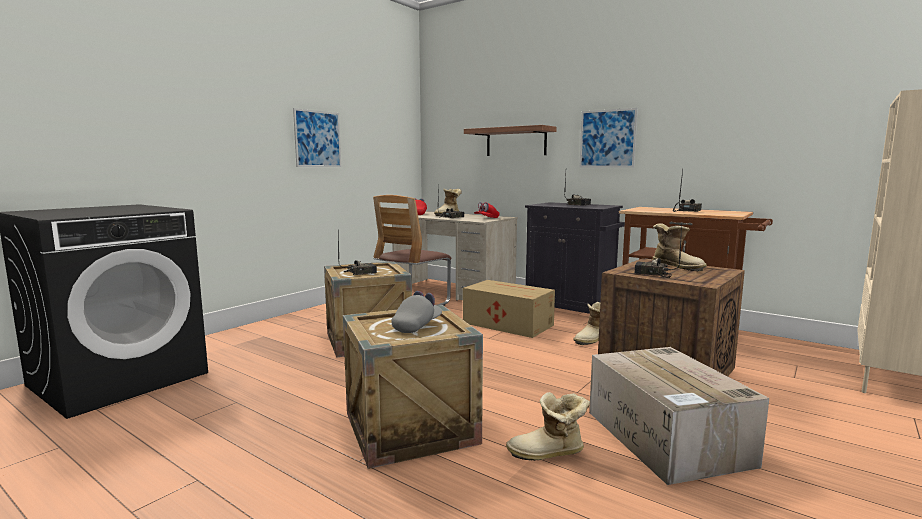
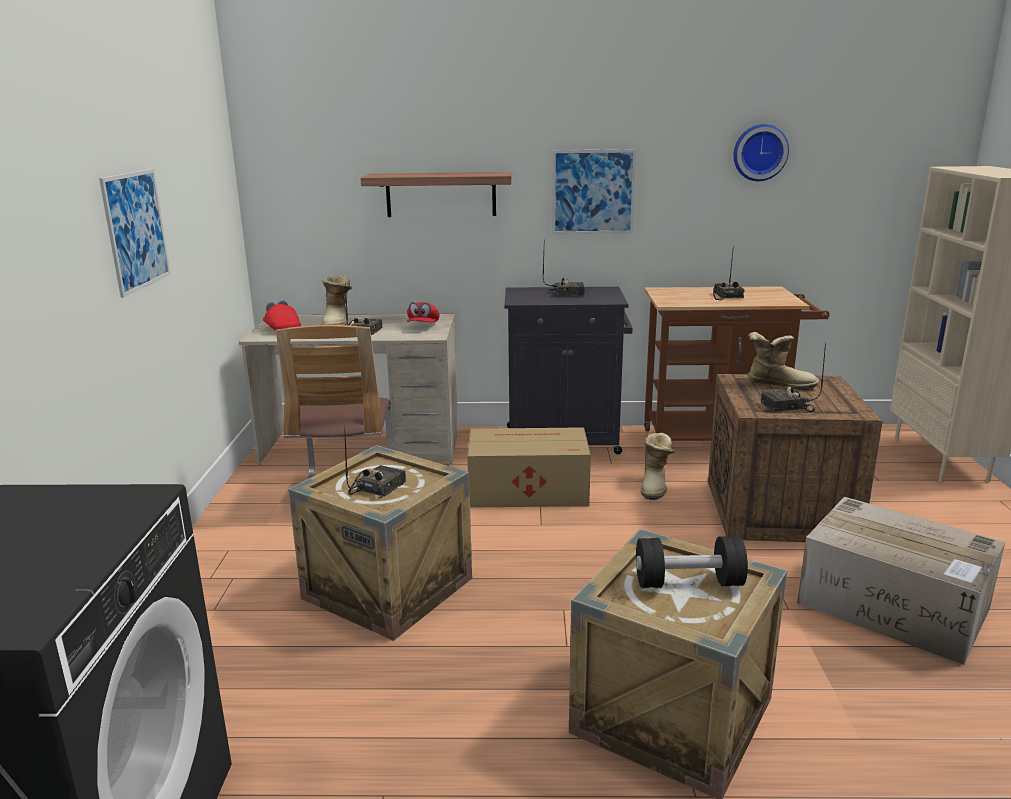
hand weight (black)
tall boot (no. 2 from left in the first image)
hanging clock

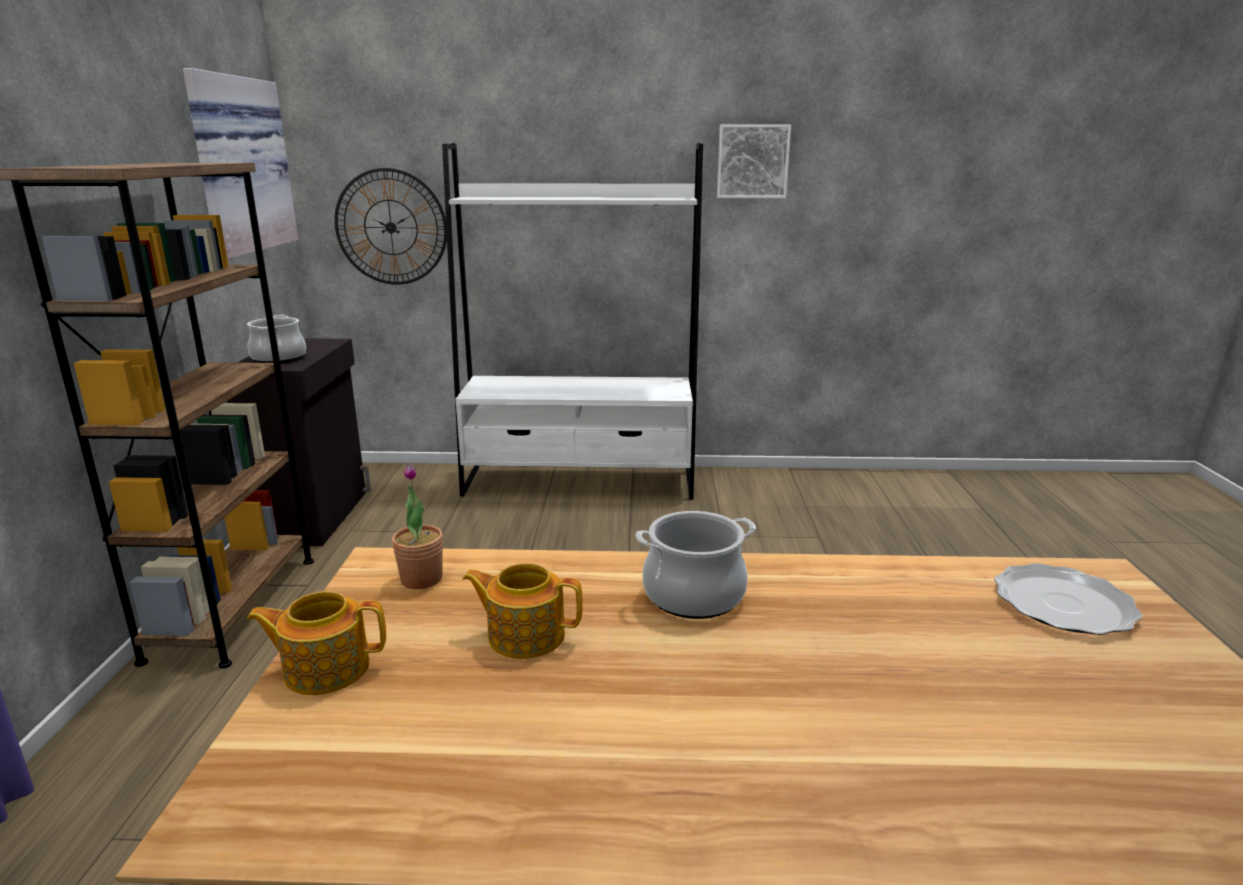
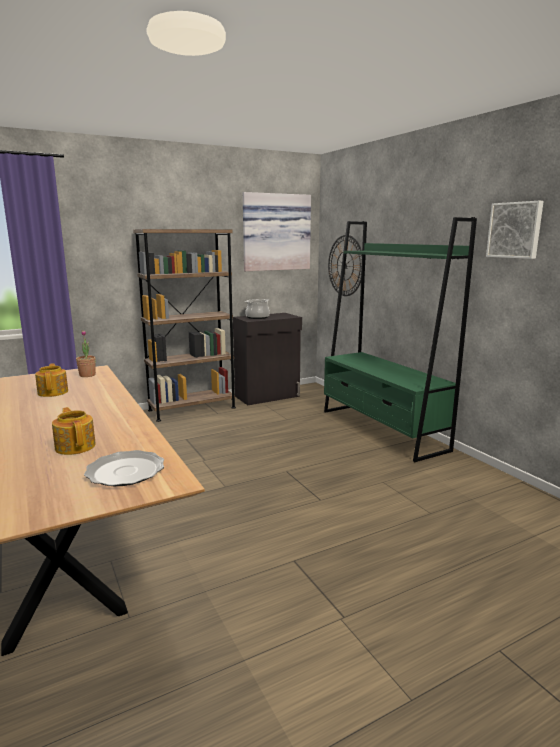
bookcase (greenish)
stockpot (no. 2 from left in the first image)
tea pot (no. 2 from left)

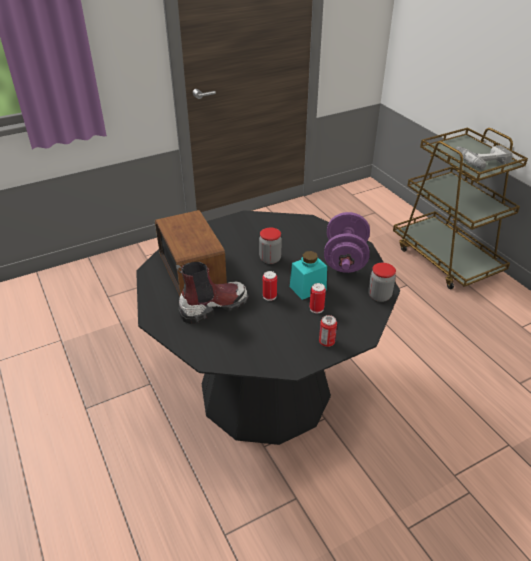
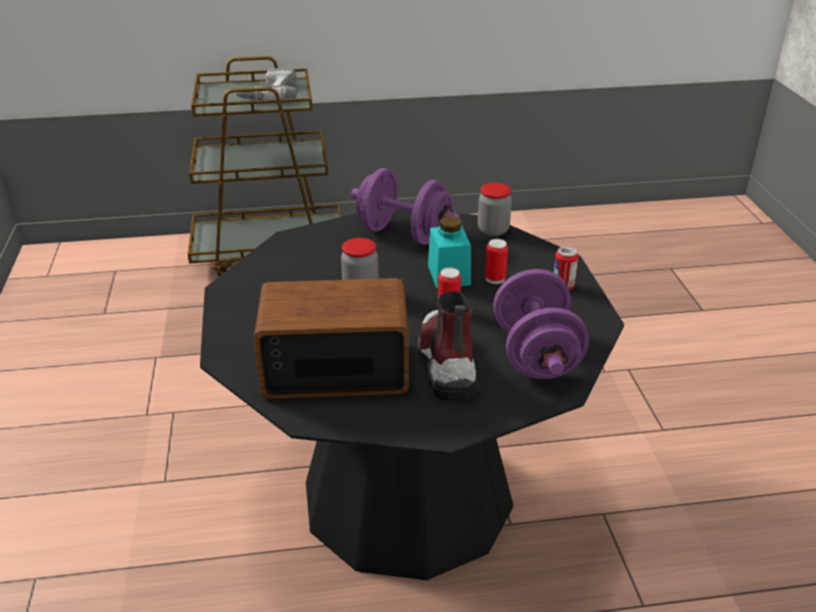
hand weight (purplish) (no. 2 from left)

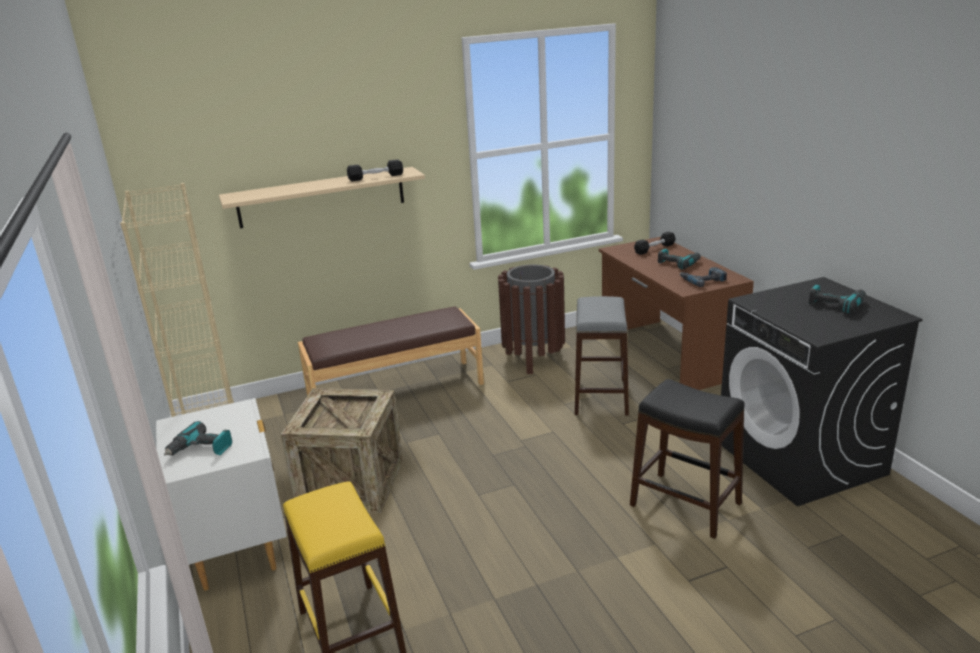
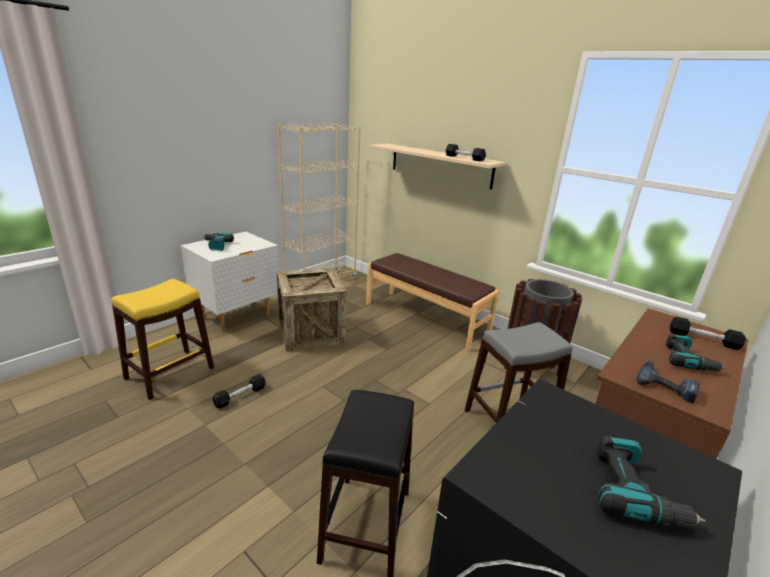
hand weight (black) (no. 1 from left)

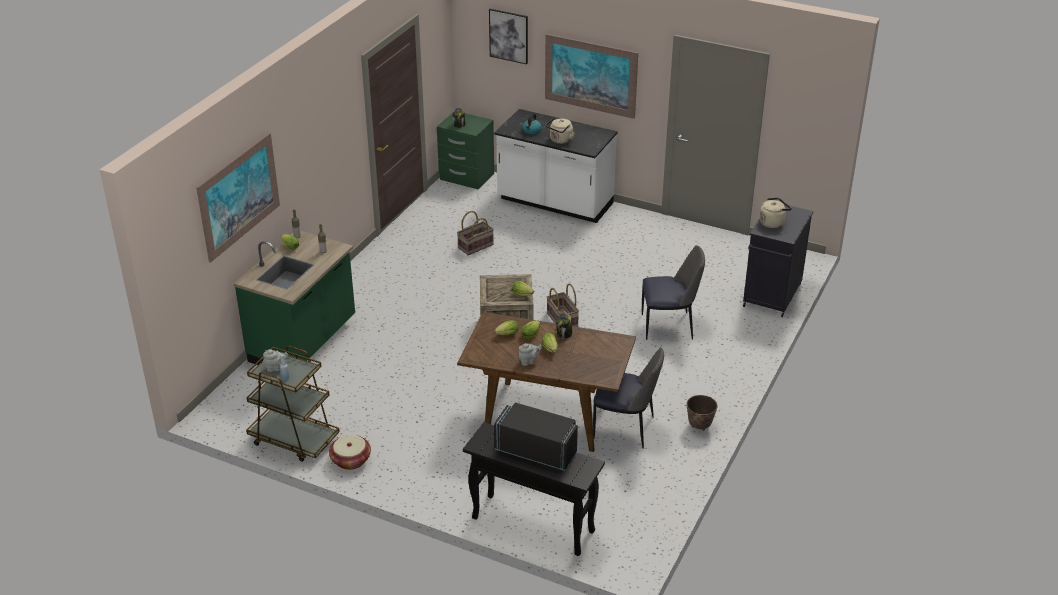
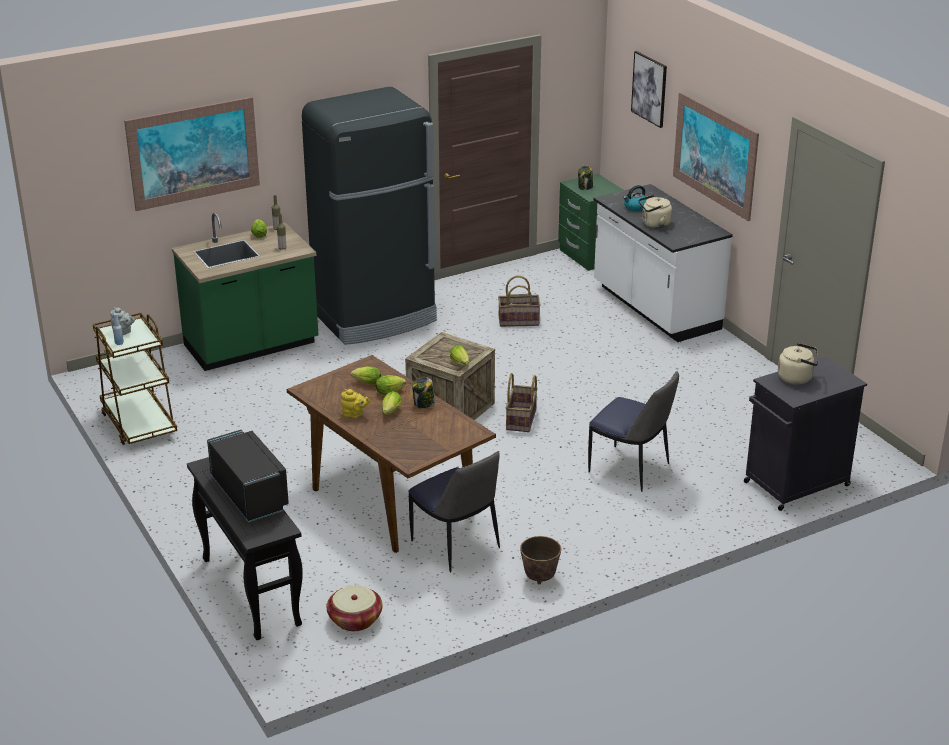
tea pot (yellow-coloured)
household basket (no. 1 from left)
fridge (black)

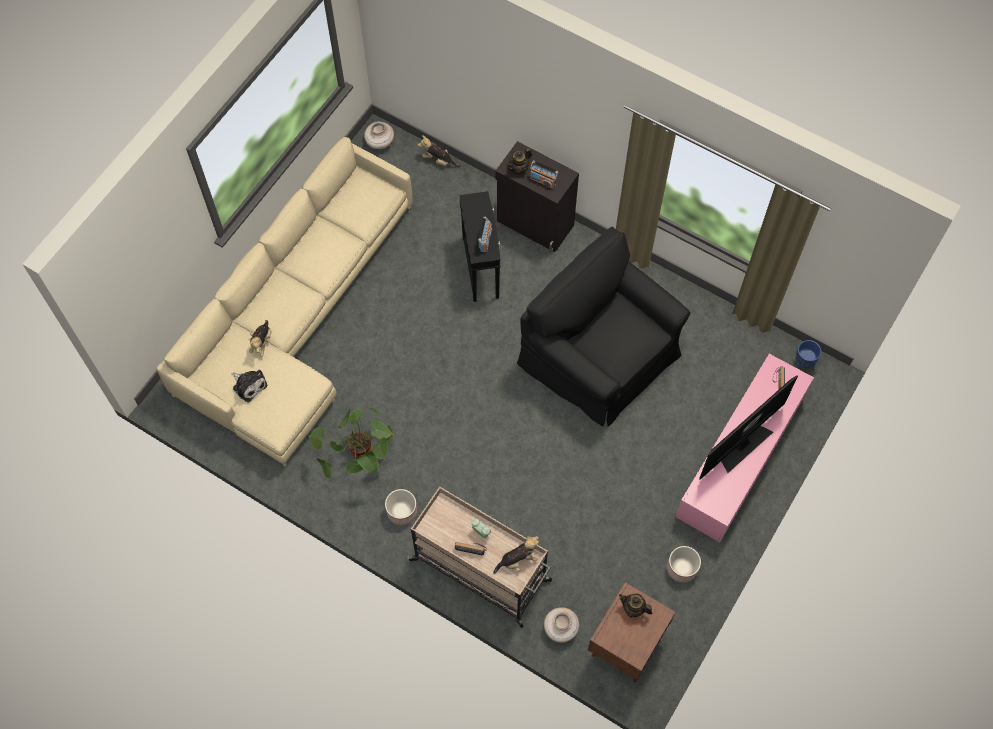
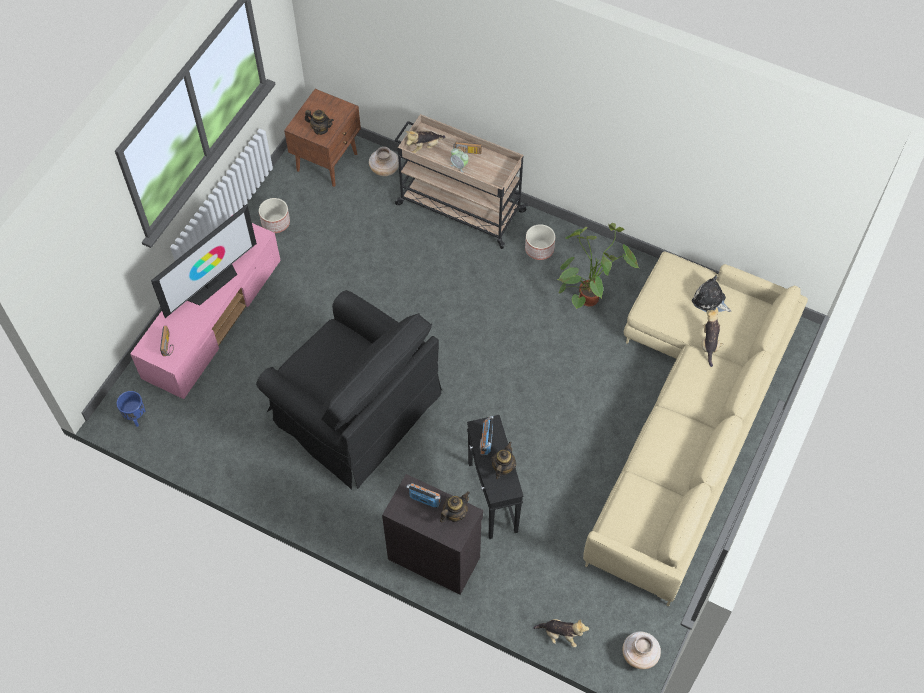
tea pot (no. 3 from left)

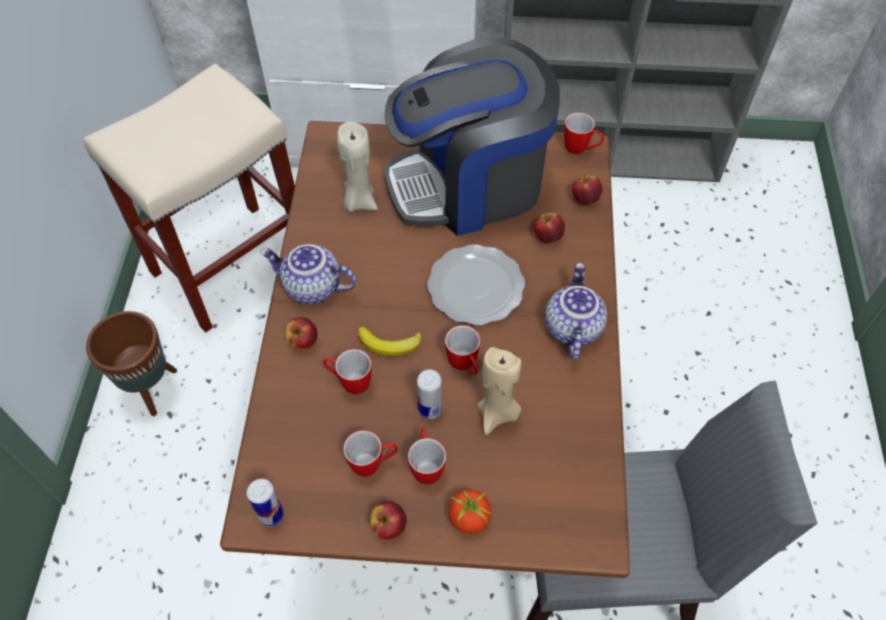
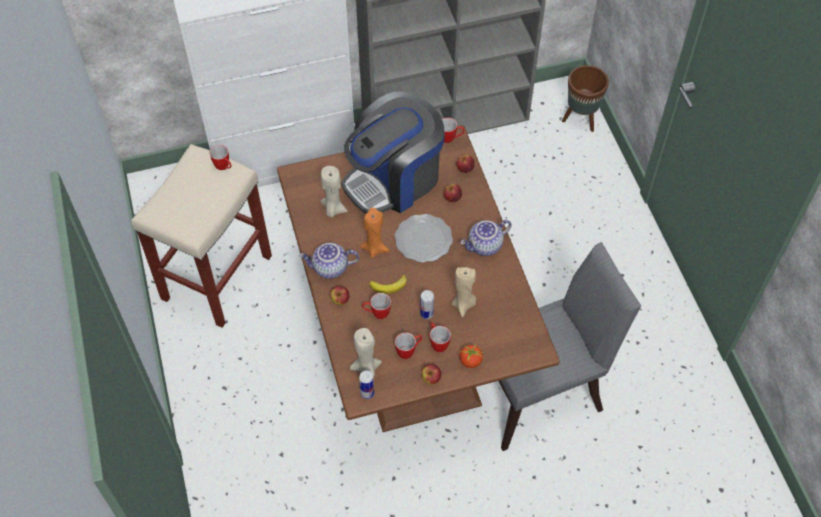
tea pot (no. 2 from left)
plant pot (brown-coloured)
coffee mug (no. 1 from left)
wax light (orangey)
wax light (beige) (no. 2 from left)

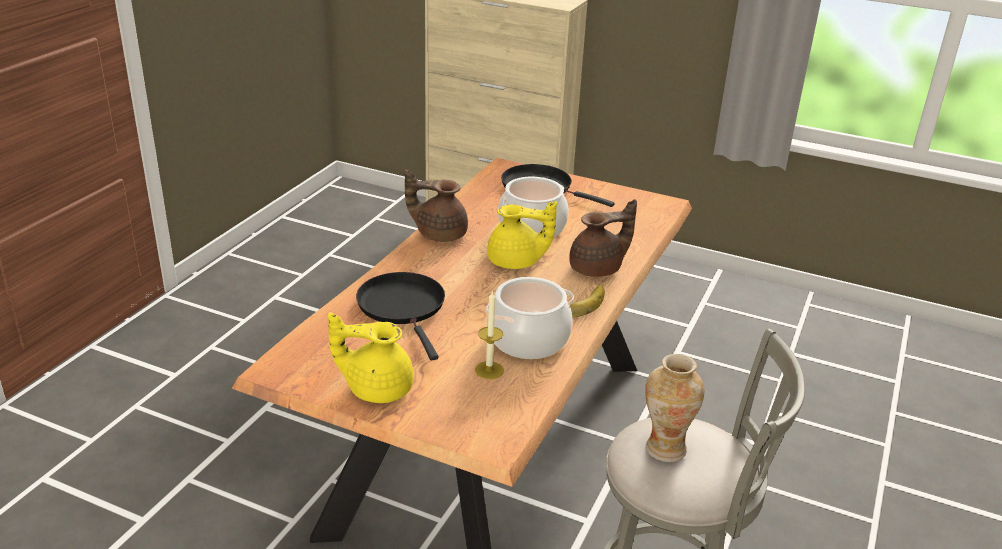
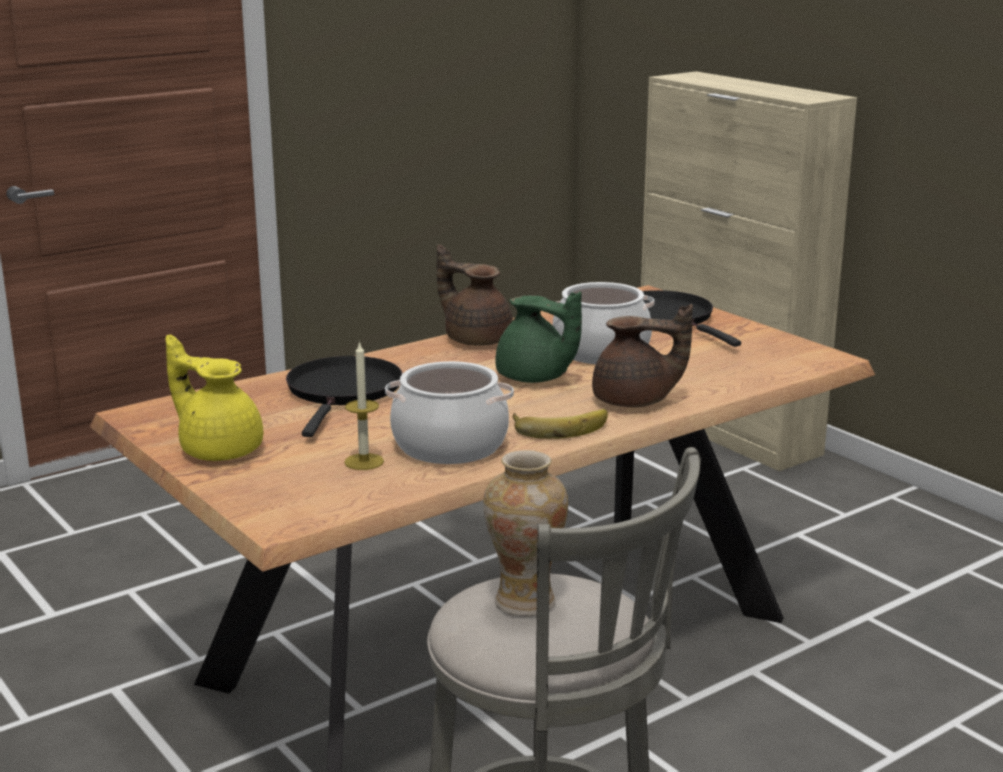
tea pot (greenish)

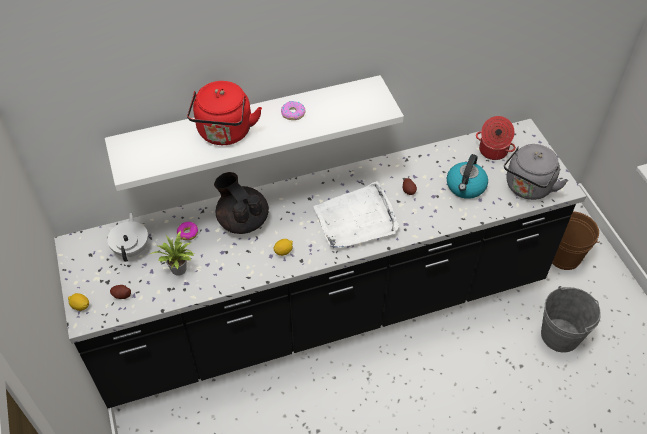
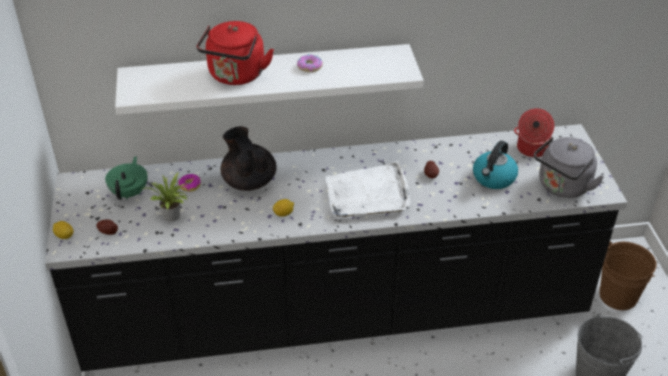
tea pot (greenish)

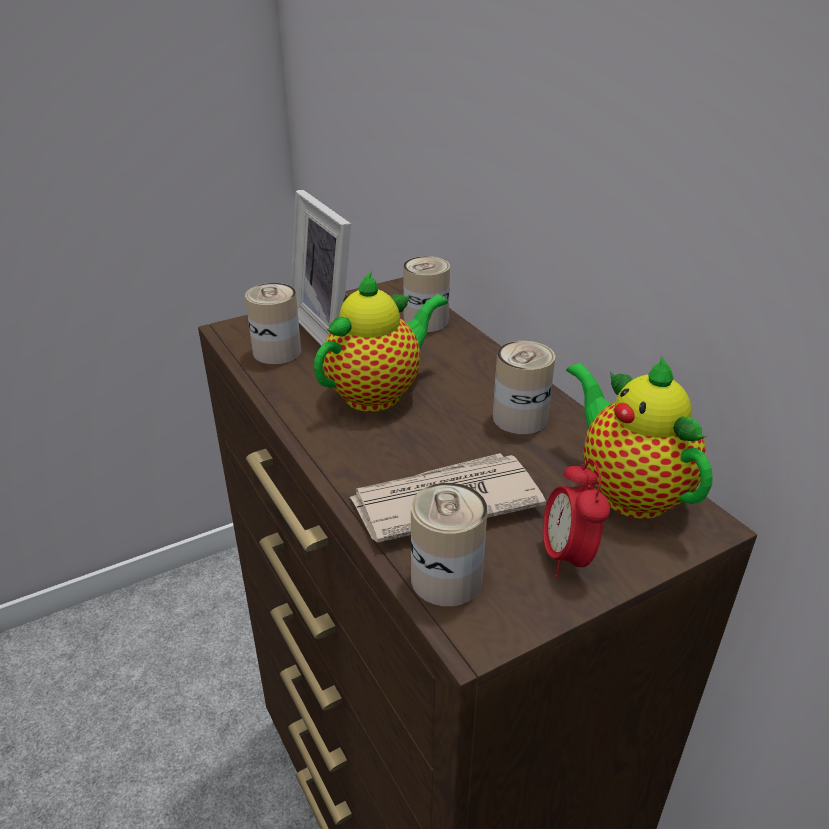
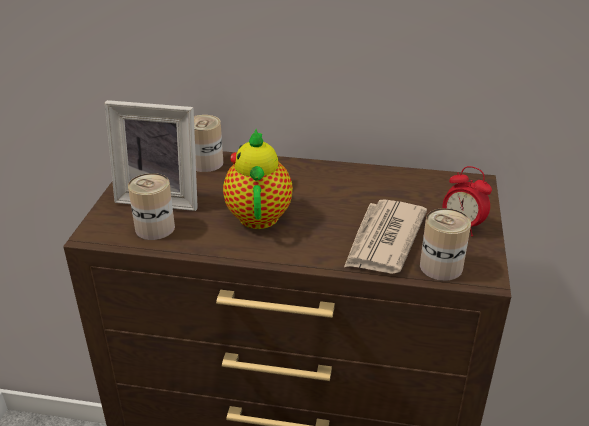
can (no. 4 from left in the first image)
tea pot (no. 2 from left in the first image)

